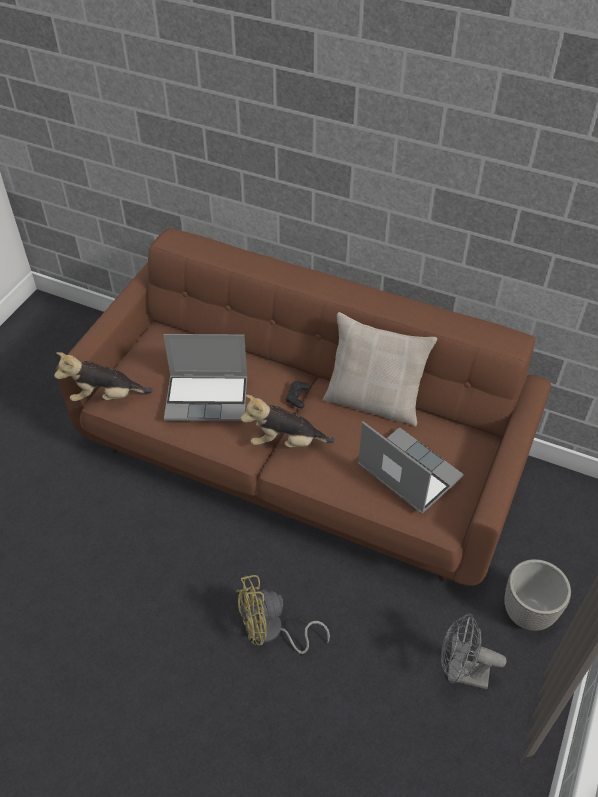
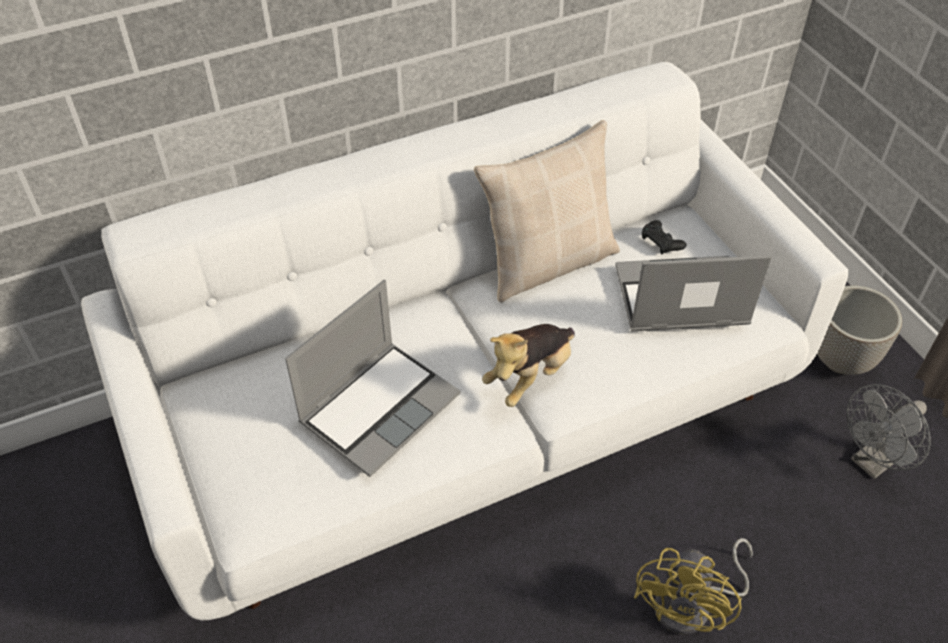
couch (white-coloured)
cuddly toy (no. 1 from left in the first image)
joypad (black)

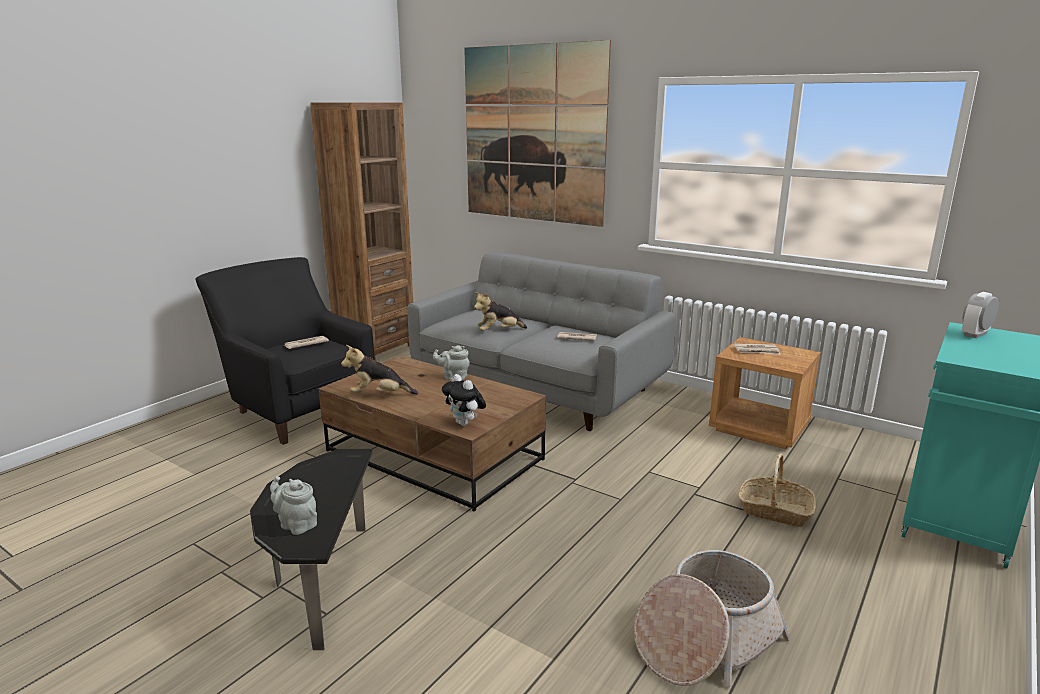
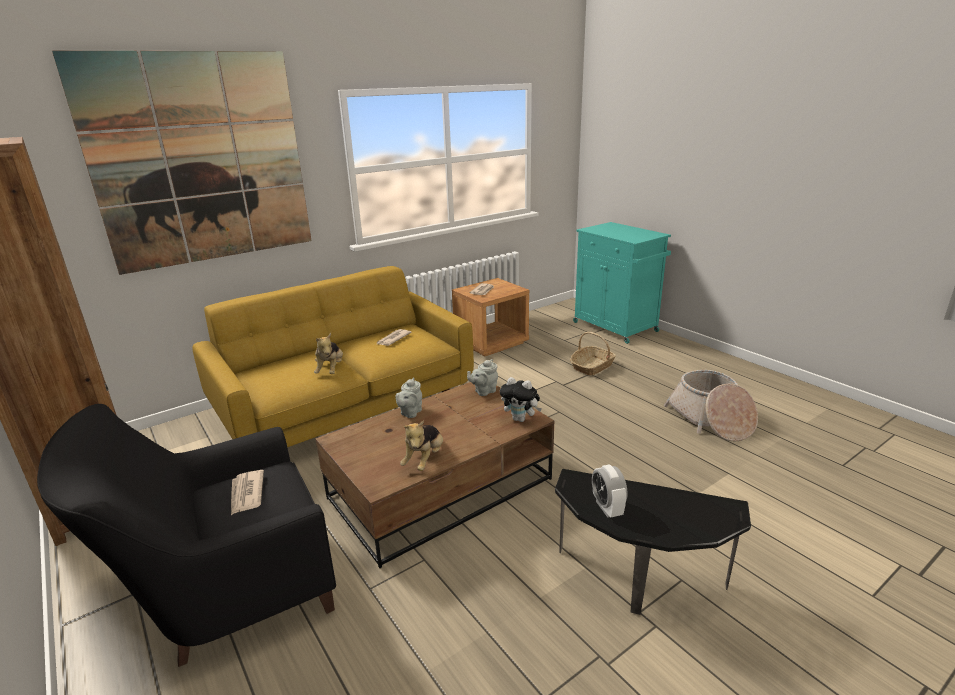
couch (yellow-coloured)
table clock
cuddly toy (no. 3 from left)
tea pot (greyish) (no. 2 from left)

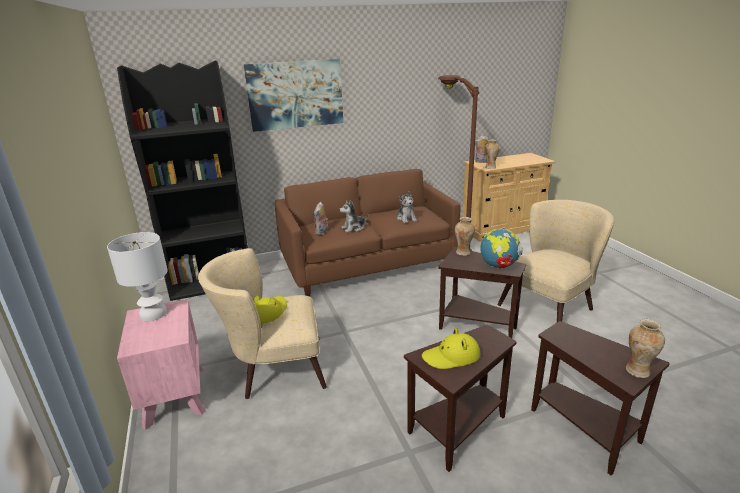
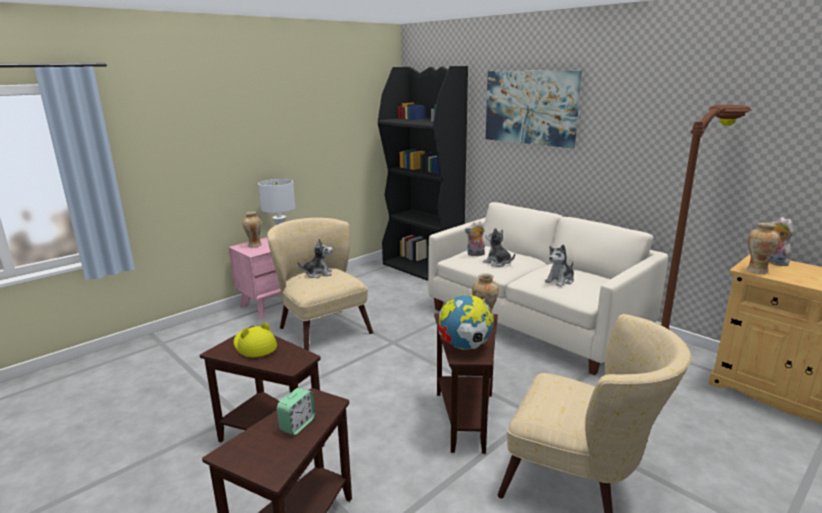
couch (white-coloured)
cuddly toy (no. 1 from left)
decorative vase (no. 1 from left)
table clock

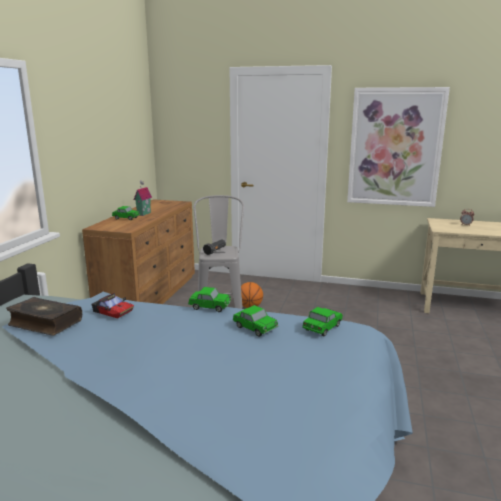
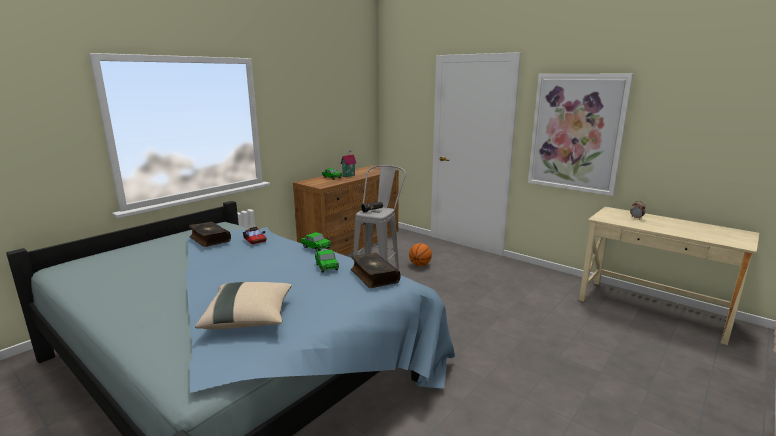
volume (no. 2 from left)
cushion (beige)

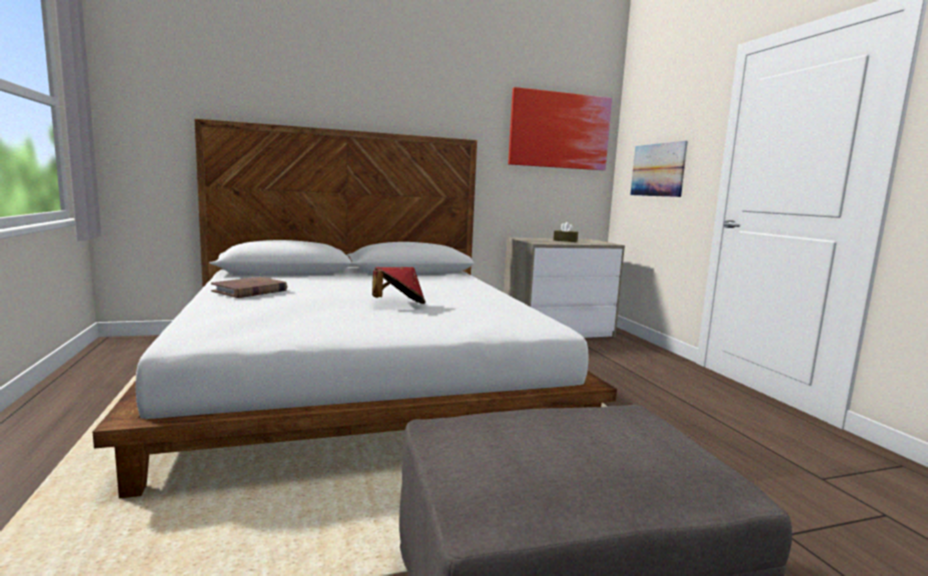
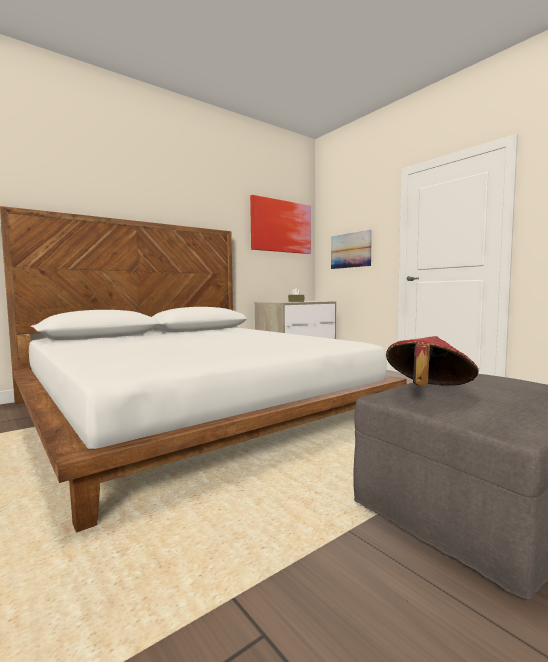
wearable hat (red)
volume (brown-coloured)

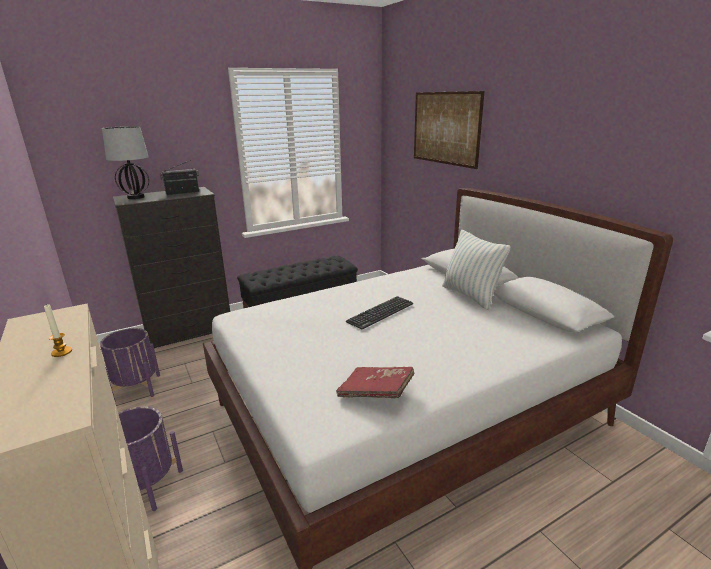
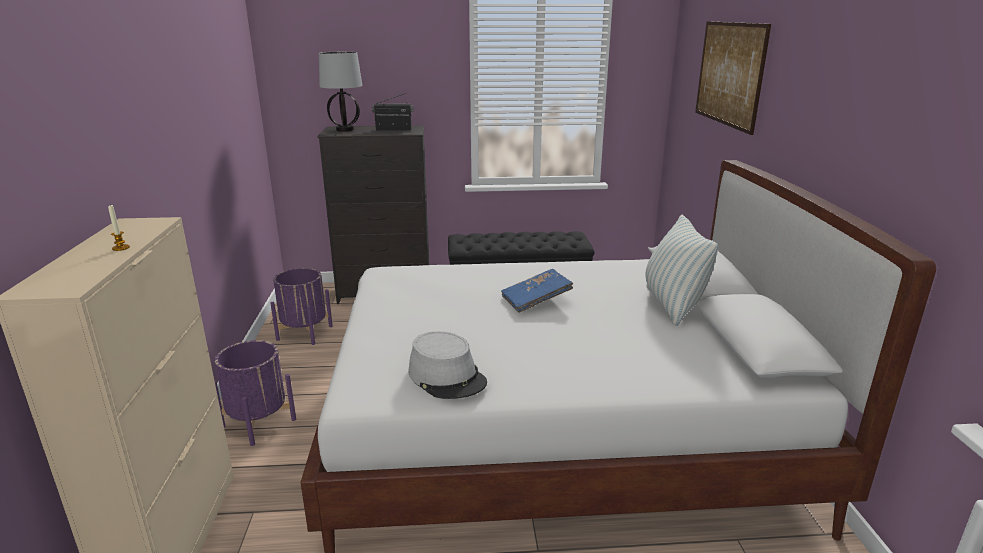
volume (blue)
wearable hat (greyish)

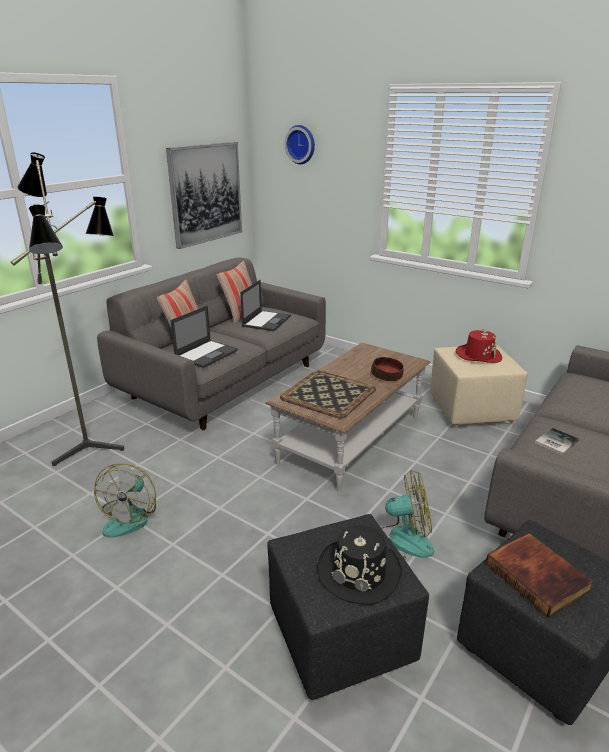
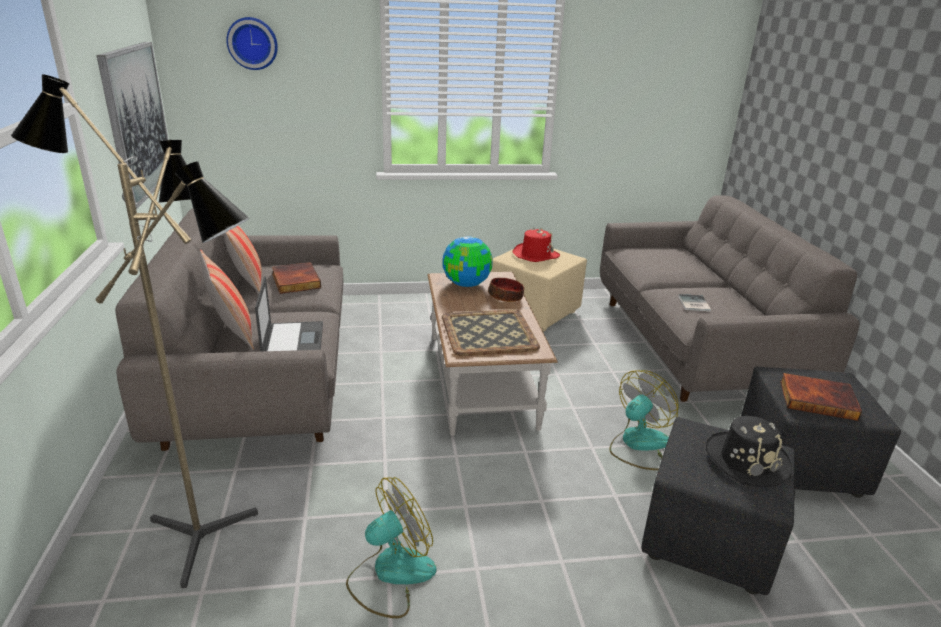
volume (no. 1 from left)
cooling fan (no. 1 from left)
world globe

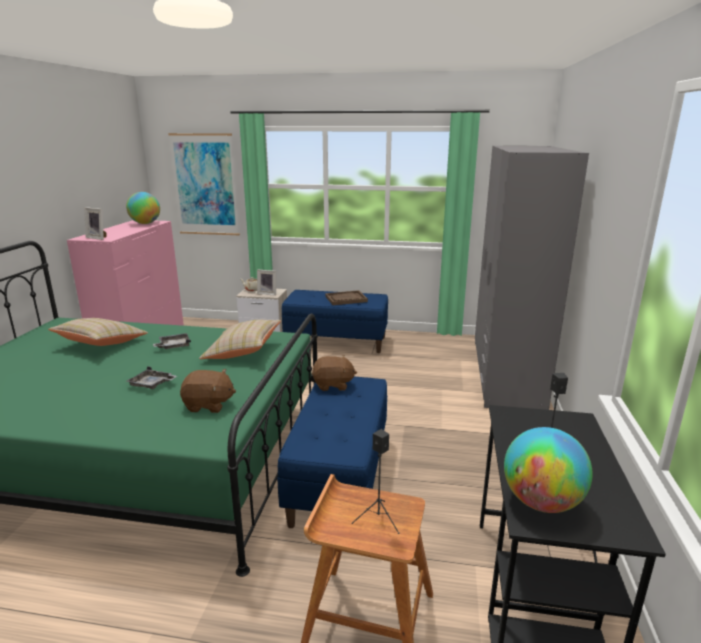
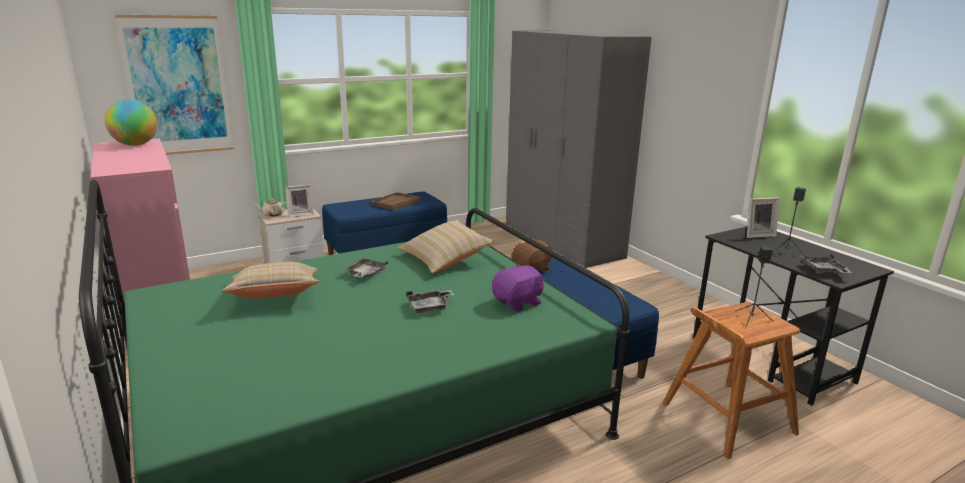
photo frame (no. 2 from left)
cuddly toy (purplish)
carrying tray (greyish) (no. 3 from left)

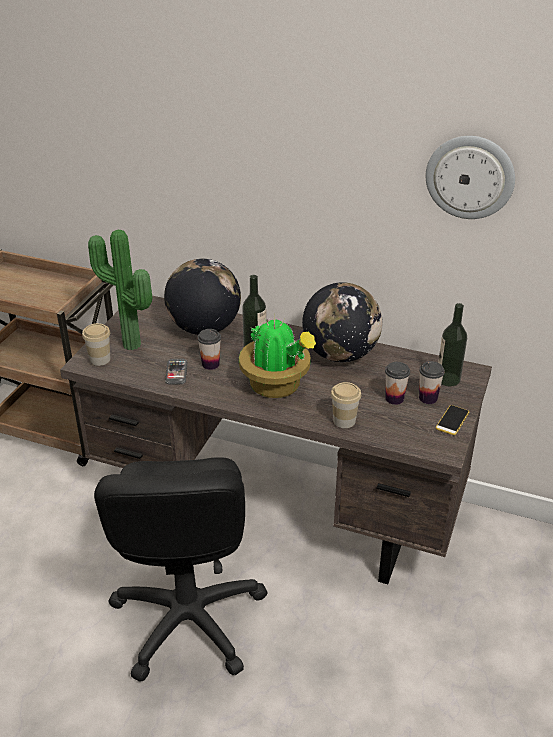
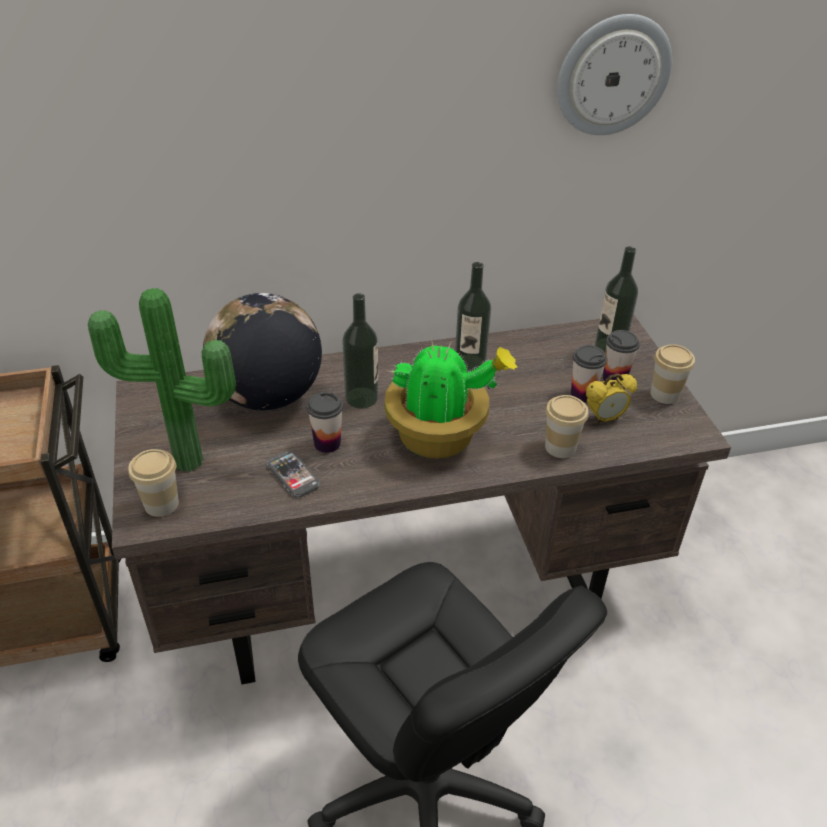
bottle (no. 2 from left)
small cup (no. 6 from left)
table clock

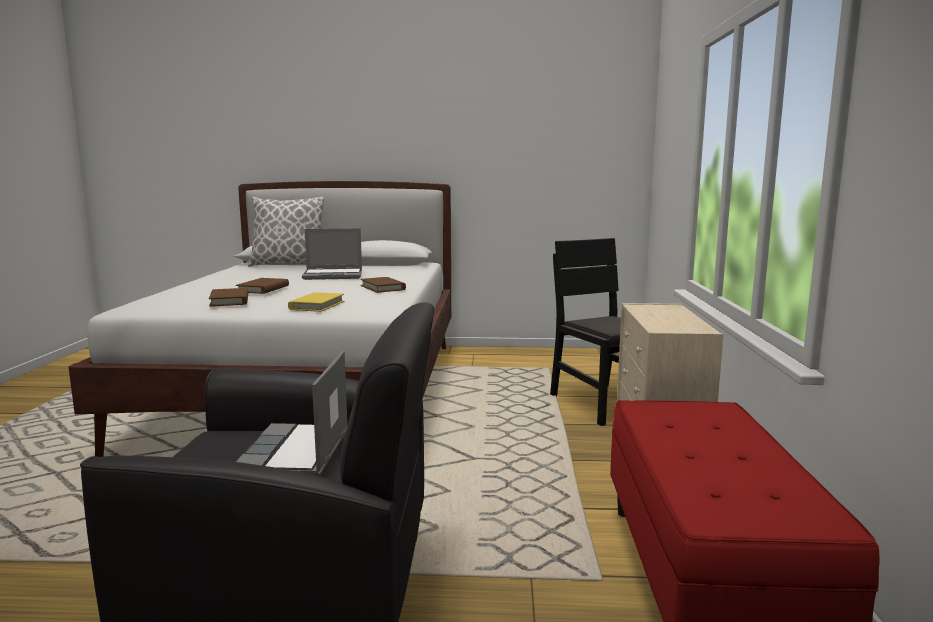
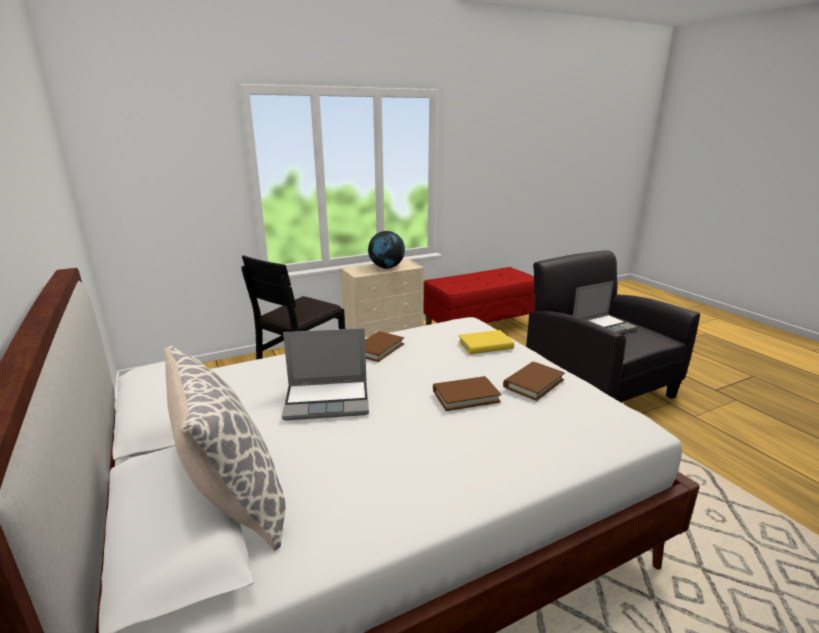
portable computer (no. 1 from left)
world globe

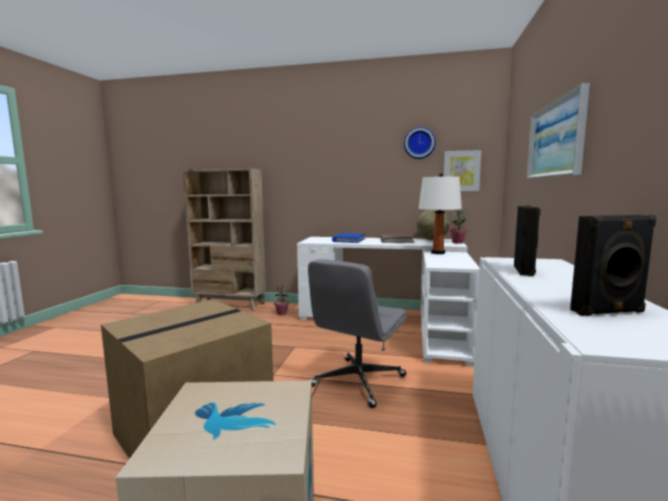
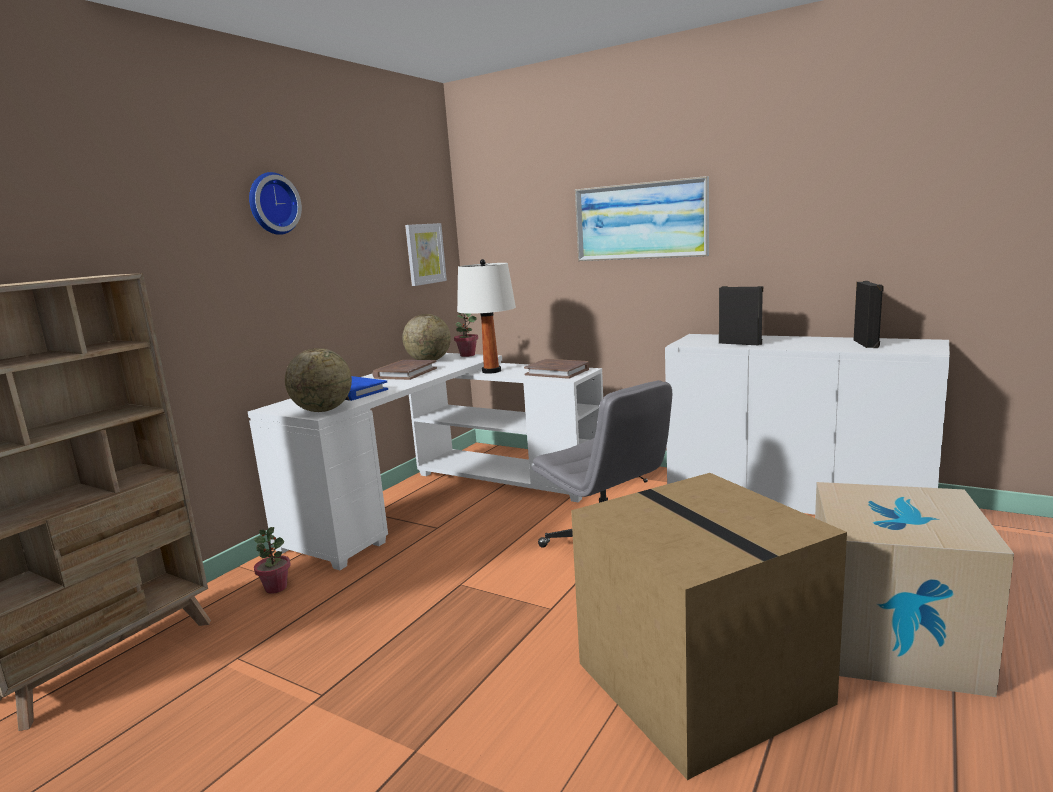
hanging clock
world globe (no. 1 from left)
volume (brown-coloured) (no. 2 from left)

